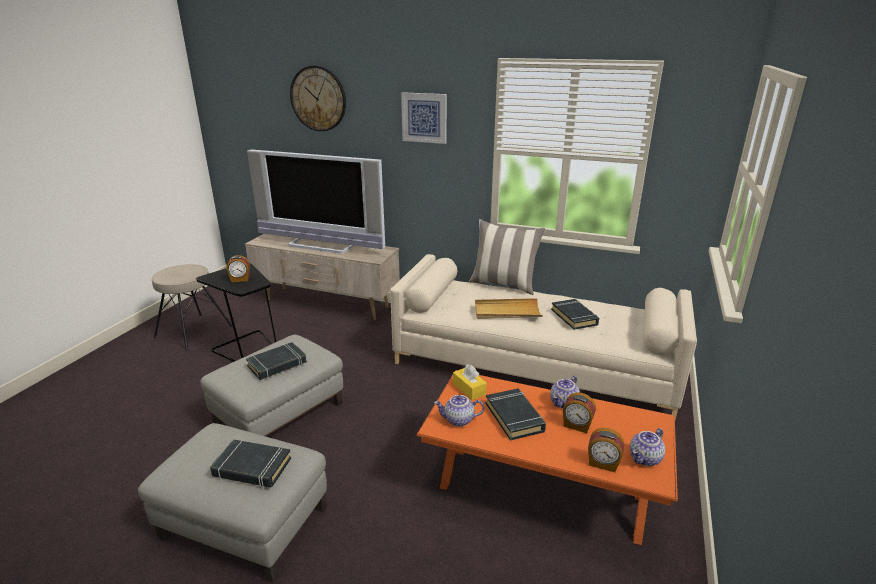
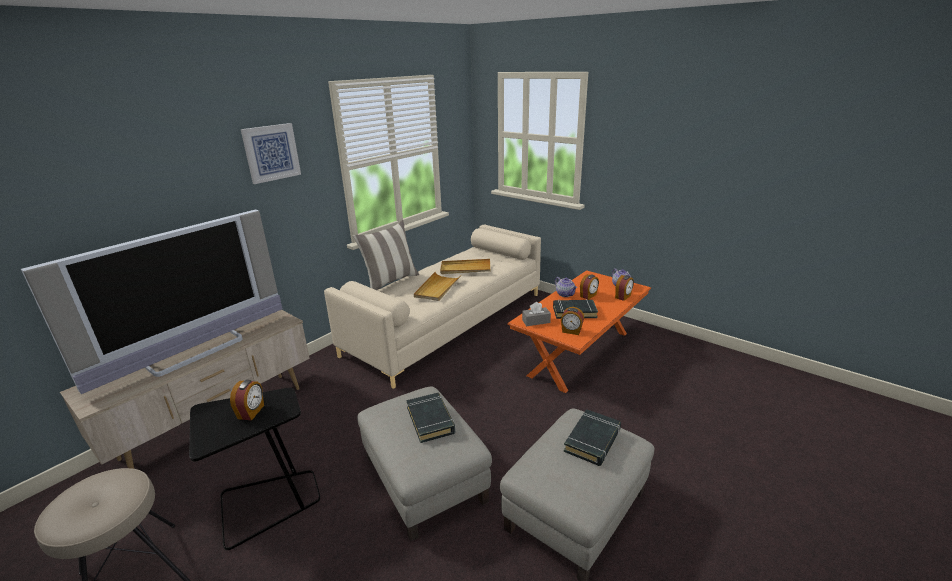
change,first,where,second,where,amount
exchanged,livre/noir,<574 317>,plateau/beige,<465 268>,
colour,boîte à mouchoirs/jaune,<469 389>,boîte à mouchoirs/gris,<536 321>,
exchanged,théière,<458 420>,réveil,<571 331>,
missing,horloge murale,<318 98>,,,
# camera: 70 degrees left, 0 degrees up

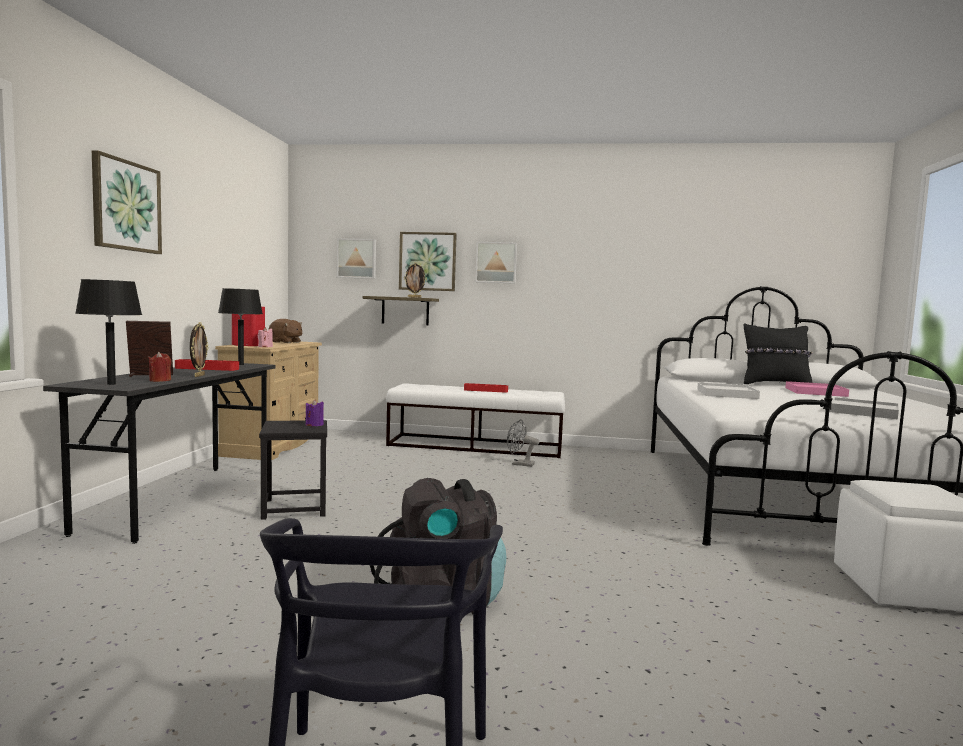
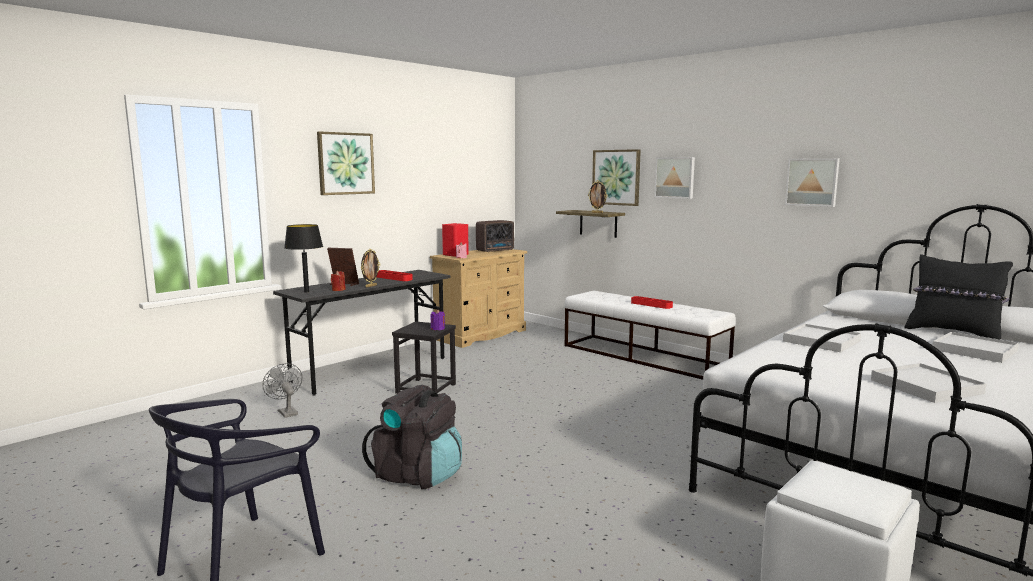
change,first,where,second,where,amount
relocated,ventilateur/gris,<519 464>,,<286 412>,
exchanged,peluche/marron,<285 342>,radio,<496 250>,
relocated,tableau,<357 258>,,<812 182>,
colour,plateau/rose,<815 392>,plateau/blanc,<974 350>,
missing,lampe de table/noir,<241 364>,,,
# camera: 35 degrees right, 5 degrees up

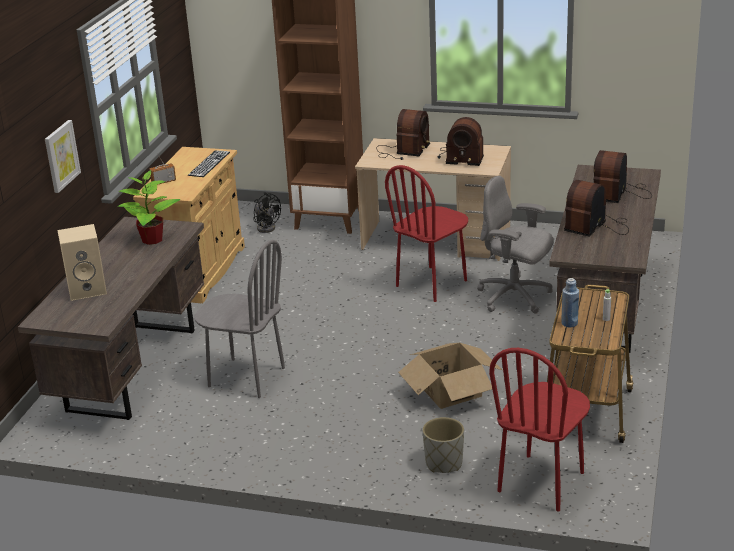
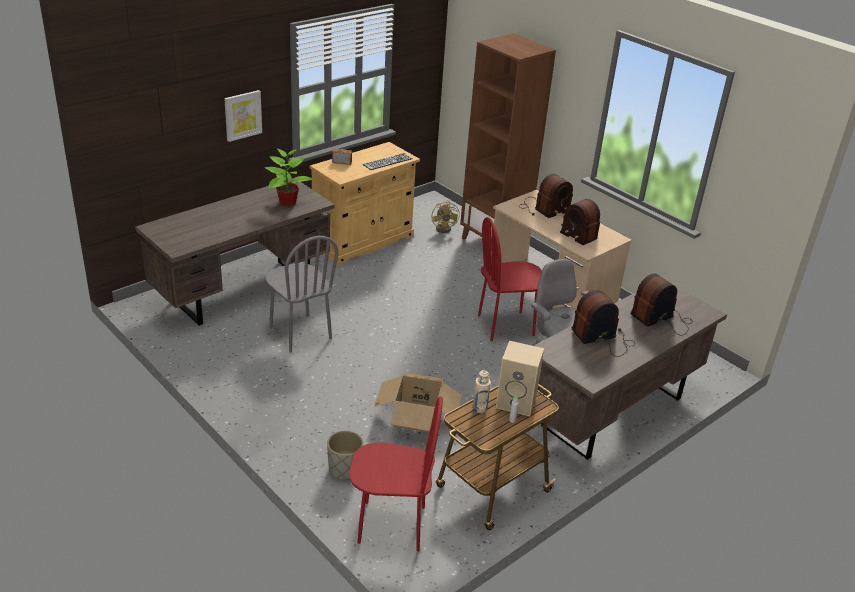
change,first,where,second,where,amount
spun,chaise/rouge,<541 482>,,<391 525>,150 degrees counterclockwise
colour,ventilateur/noir,<267 227>,ventilateur/jaune,<445 228>,
colour,bouteille/bleu,<569 323>,bouteille/beige,<479 408>,
relocated,enceinte/beige,<88 289>,,<517 402>,
# camera: 30 degrees right, 5 degrees up

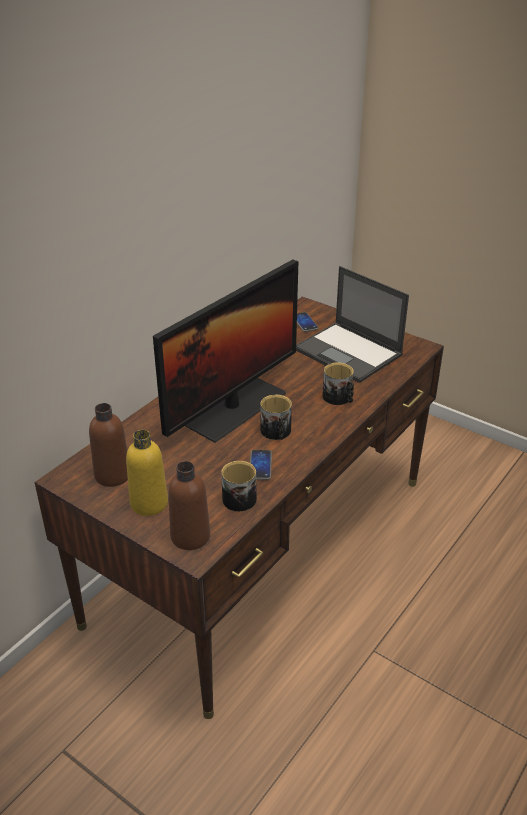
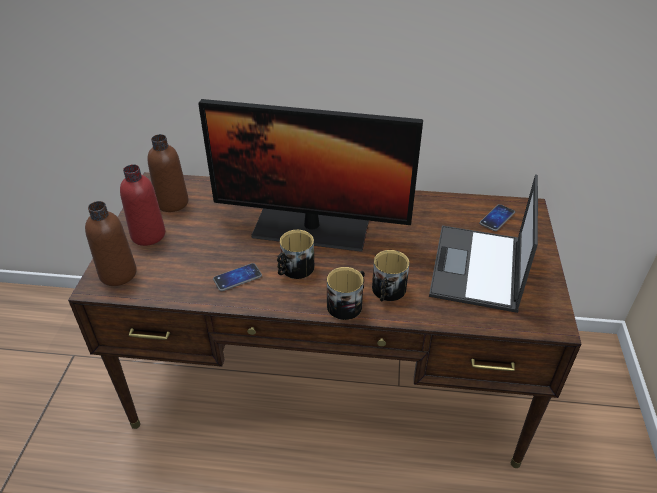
change,first,where,second,where,amount
colour,bouteille/jaune,<149 503>,bouteille/rouge,<148 235>,
relocated,mug,<238 496>,,<347 304>,
# camera: 60 degrees right, 5 degrees up

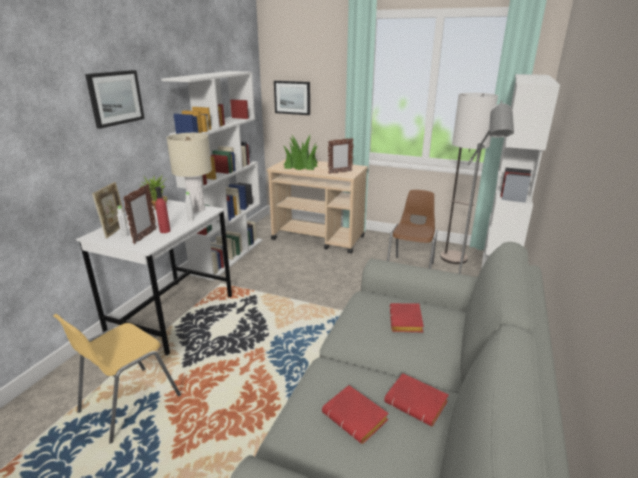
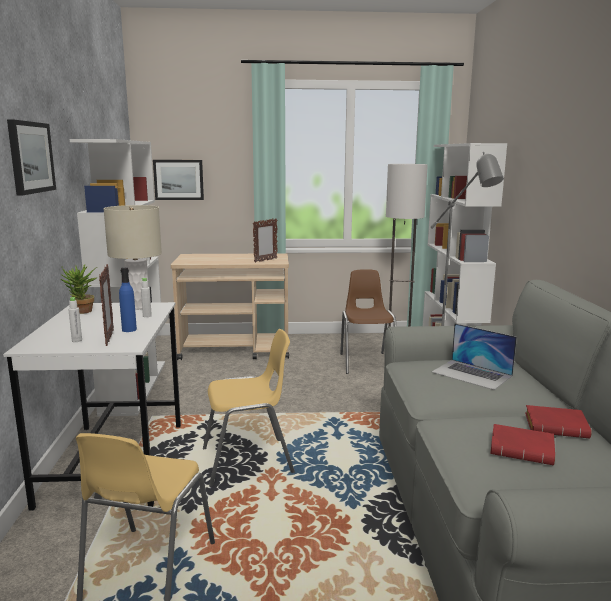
change,first,where,second,where,amount
colour,bouteille/rouge,<165 231>,bouteille/bleu,<129 329>,
appeared,,,chaise/jaune,<248 461>,
exchanged,livre/rouge,<407 322>,ordinateur portable,<472 374>,
missing,cadre photo,<115 230>,,,
missing,plante en pot,<301 165>,,,
# camera: 25 degrees left, 10 degrees down

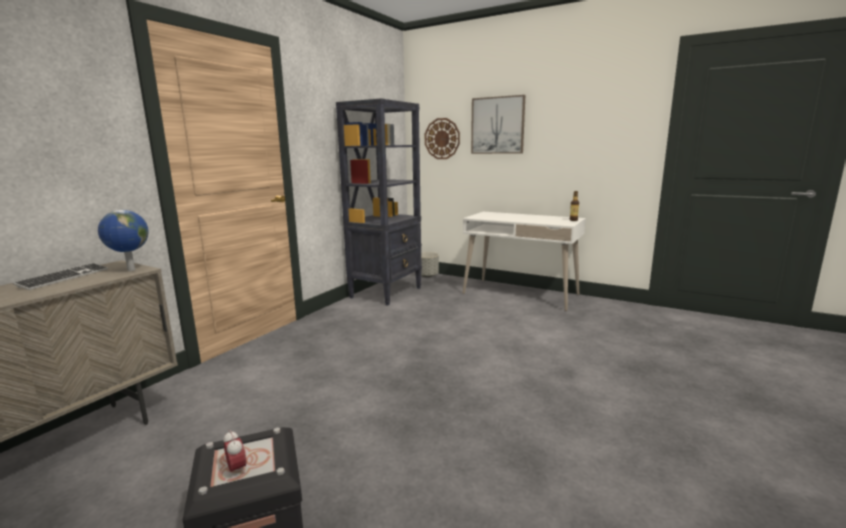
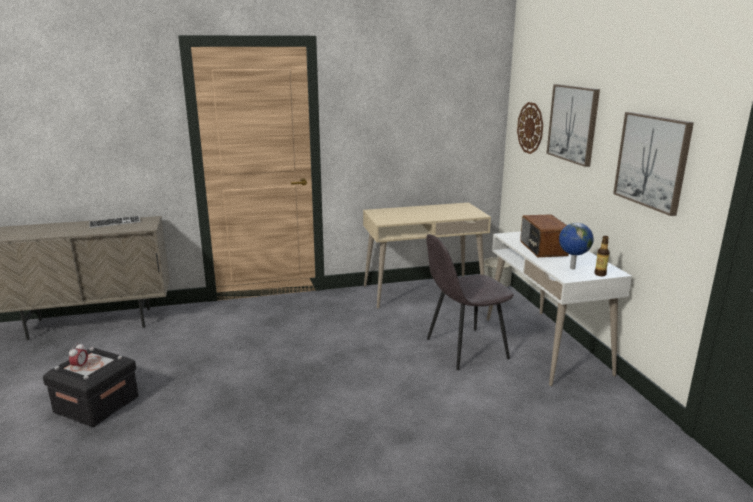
change,first,where,second,where,amount
exchanged,bibliothèque/noir,<386 292>,bureau/beige,<423 291>,
appeared,,,chaise/gris,<464 349>,
appeared,,,radio,<542 249>,
relocated,globe,<130 270>,,<571 268>,
appeared,,,tableau,<652 161>,
# camera: 45 degrees right, 5 degrees up

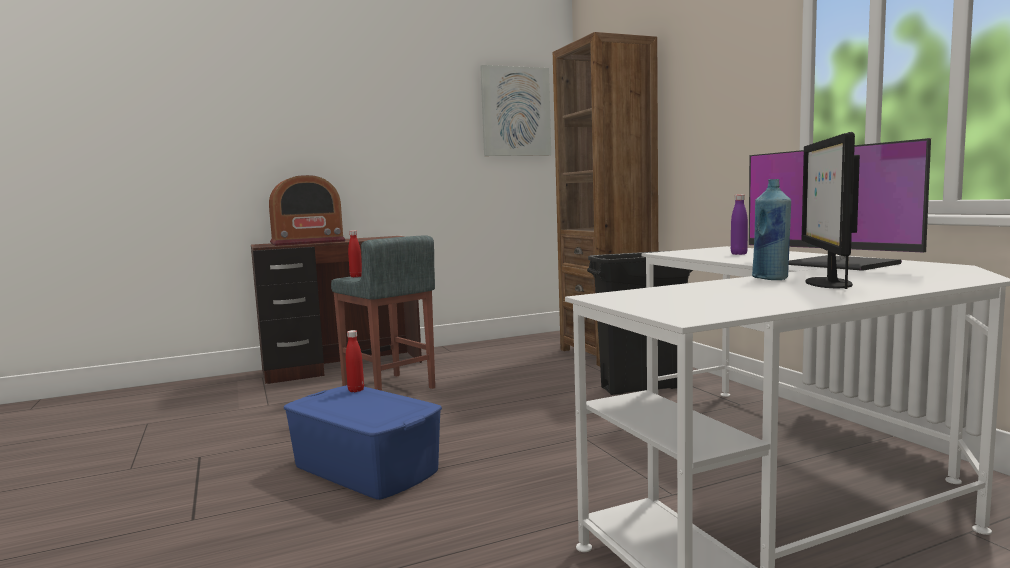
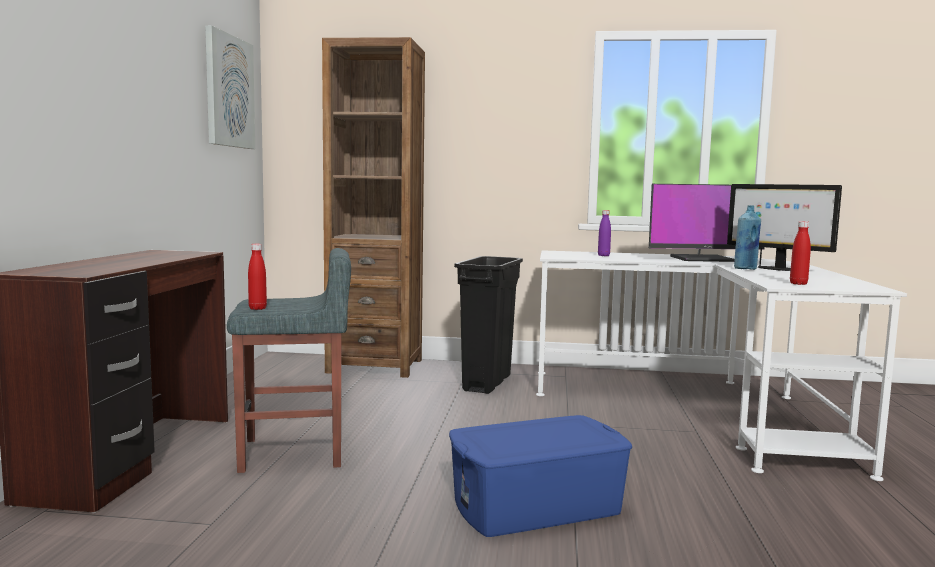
change,first,where,second,where,amount
relocated,bouteille/rouge,<356 390>,,<798 284>,
missing,radio,<307 242>,,,
# camera: 60 degrees left, 0 degrees up

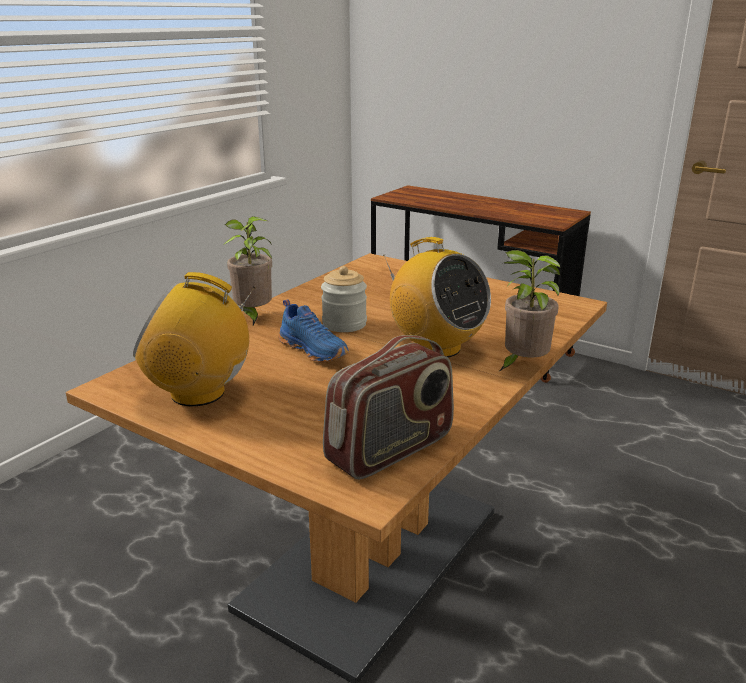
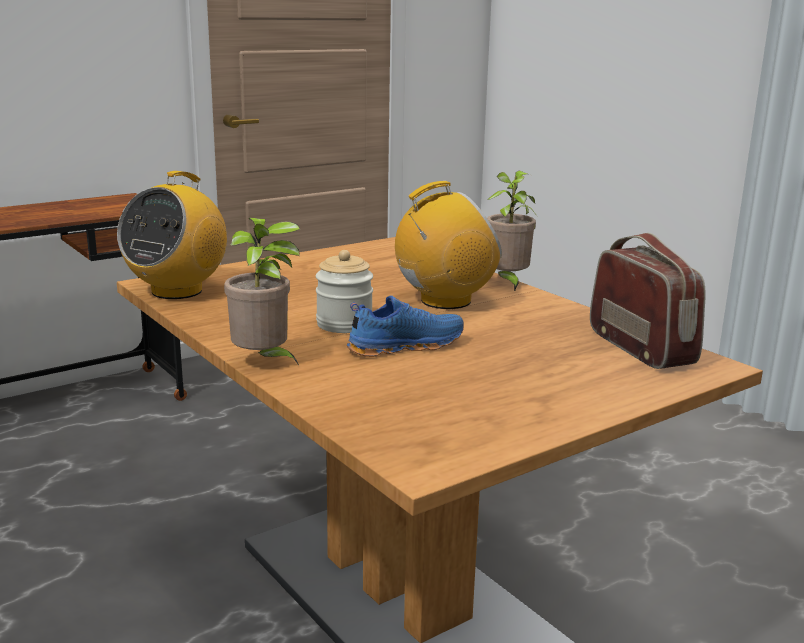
change,first,where,second,where,amount
relocated,radio,<199 393>,,<177 291>,
# camera: 70 degrees left, 5 degrees down

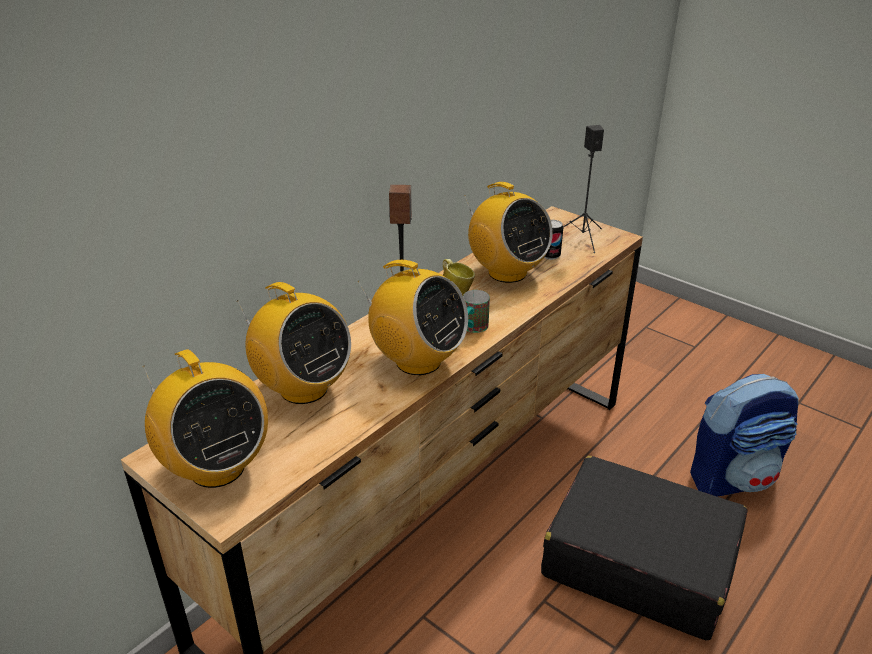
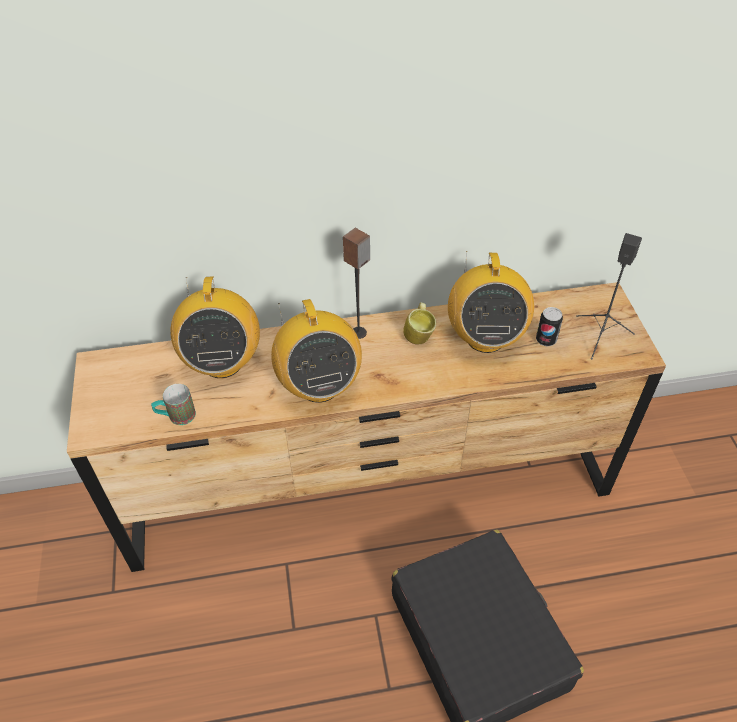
change,first,where,second,where,amount
relocated,mug,<472 329>,,<176 417>,
missing,radio,<216 467>,,,
missing,sac à dos,<733 477>,,,
# camera: 40 degrees right, 15 degrees up

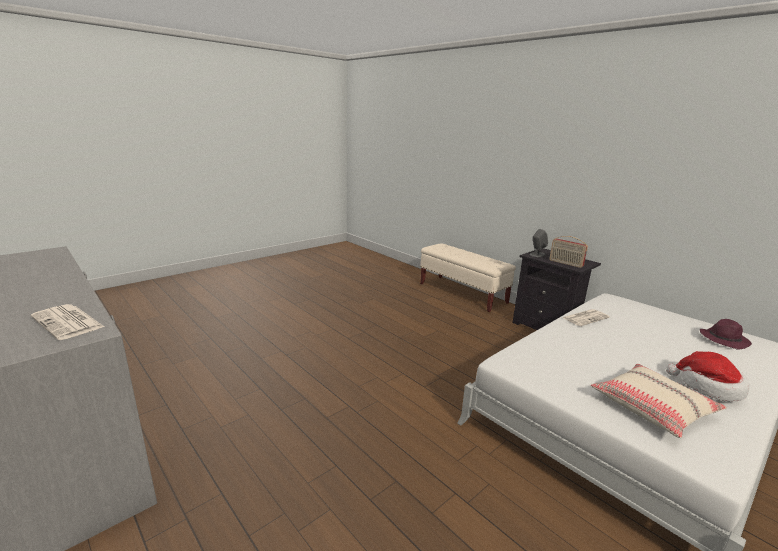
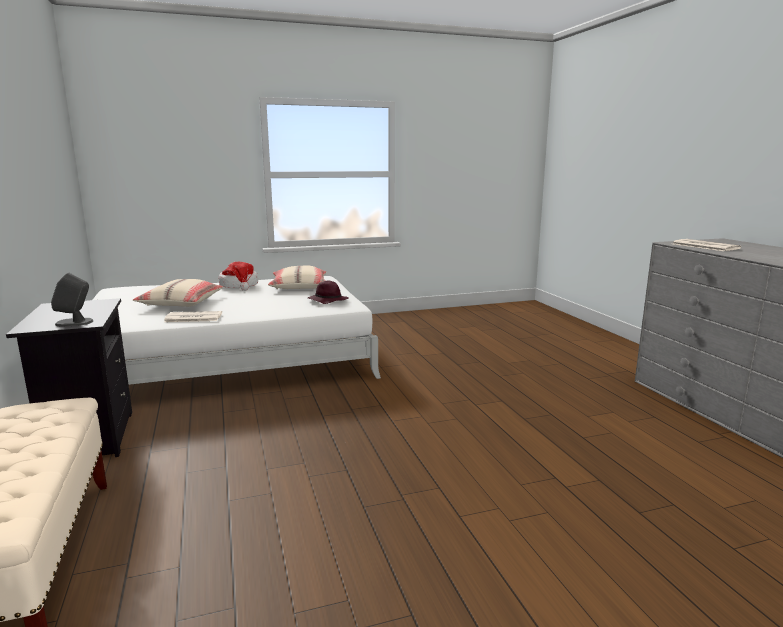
change,first,where,second,where,amount
appeared,,,coussin/beige,<181 303>,
relocated,chapeau/violet,<724 339>,,<327 301>,
missing,radio,<565 263>,,,
# camera: 155 degrees left, 5 degrees down

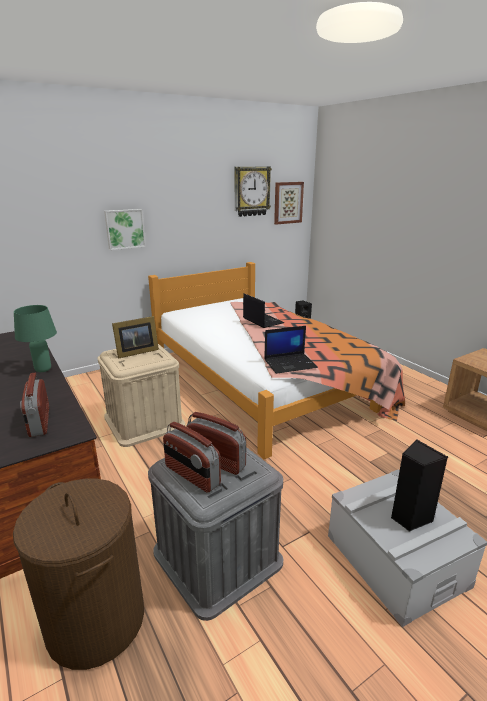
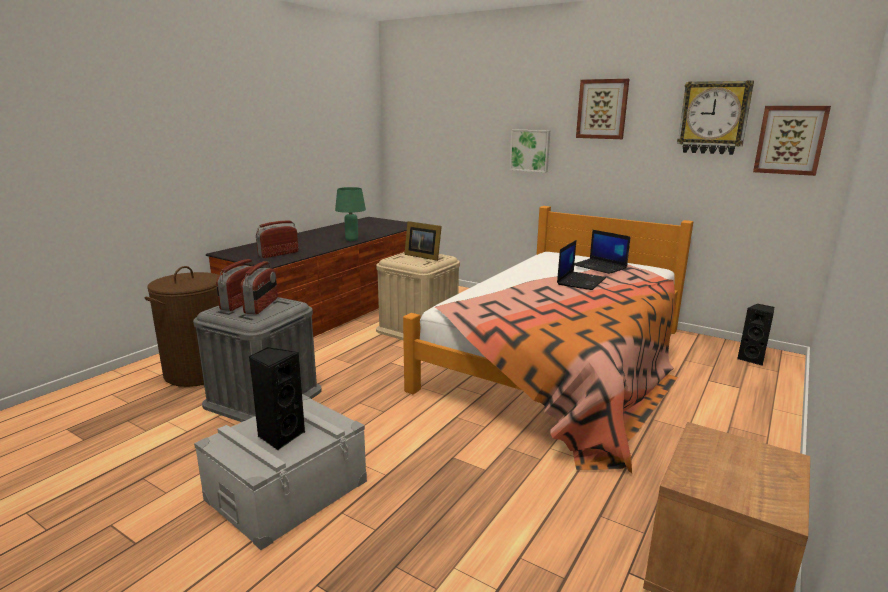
change,first,where,second,where,amount
relocated,ordinateur portable,<290 363>,,<600 266>,
appeared,,,tableau,<602 109>,
# camera: 65 degrees right, 5 degrees down

